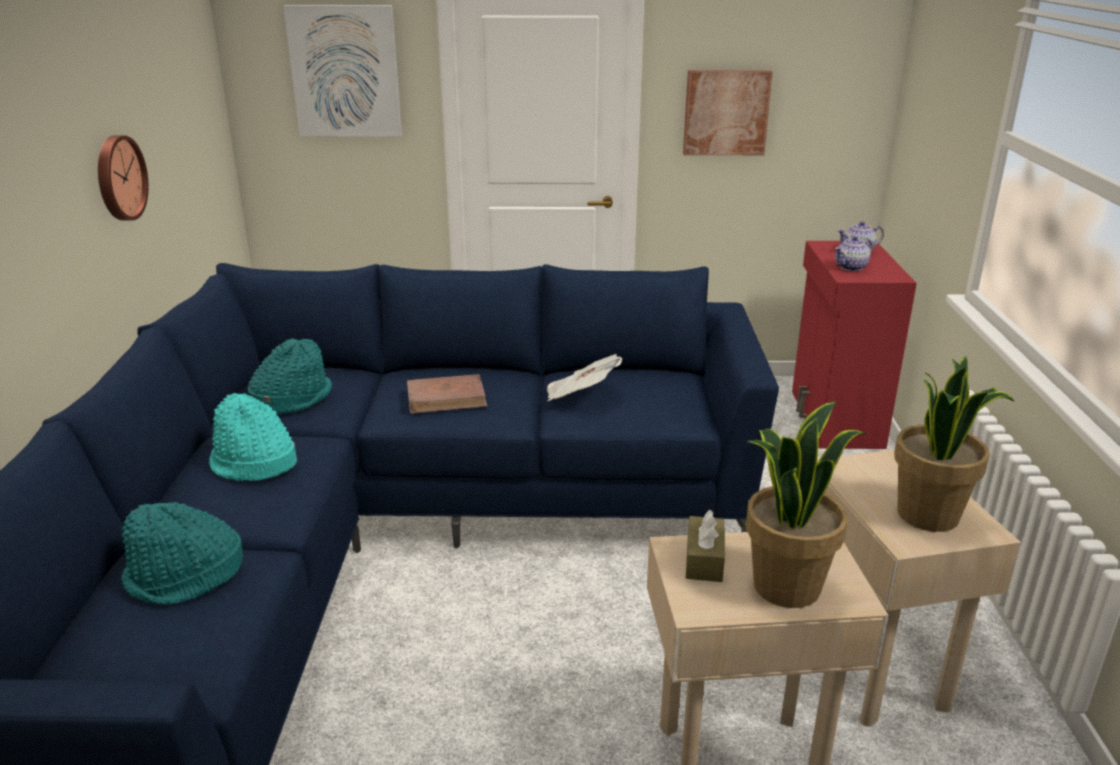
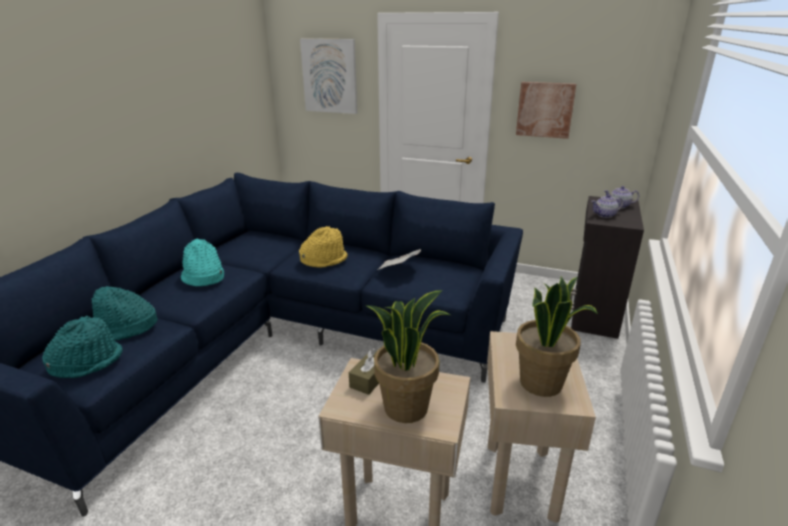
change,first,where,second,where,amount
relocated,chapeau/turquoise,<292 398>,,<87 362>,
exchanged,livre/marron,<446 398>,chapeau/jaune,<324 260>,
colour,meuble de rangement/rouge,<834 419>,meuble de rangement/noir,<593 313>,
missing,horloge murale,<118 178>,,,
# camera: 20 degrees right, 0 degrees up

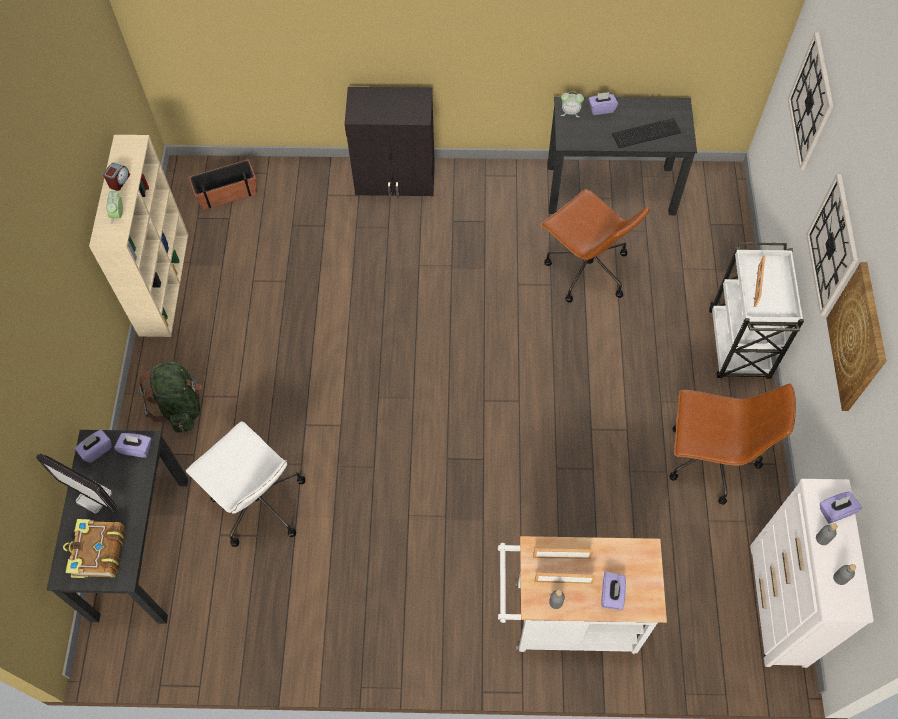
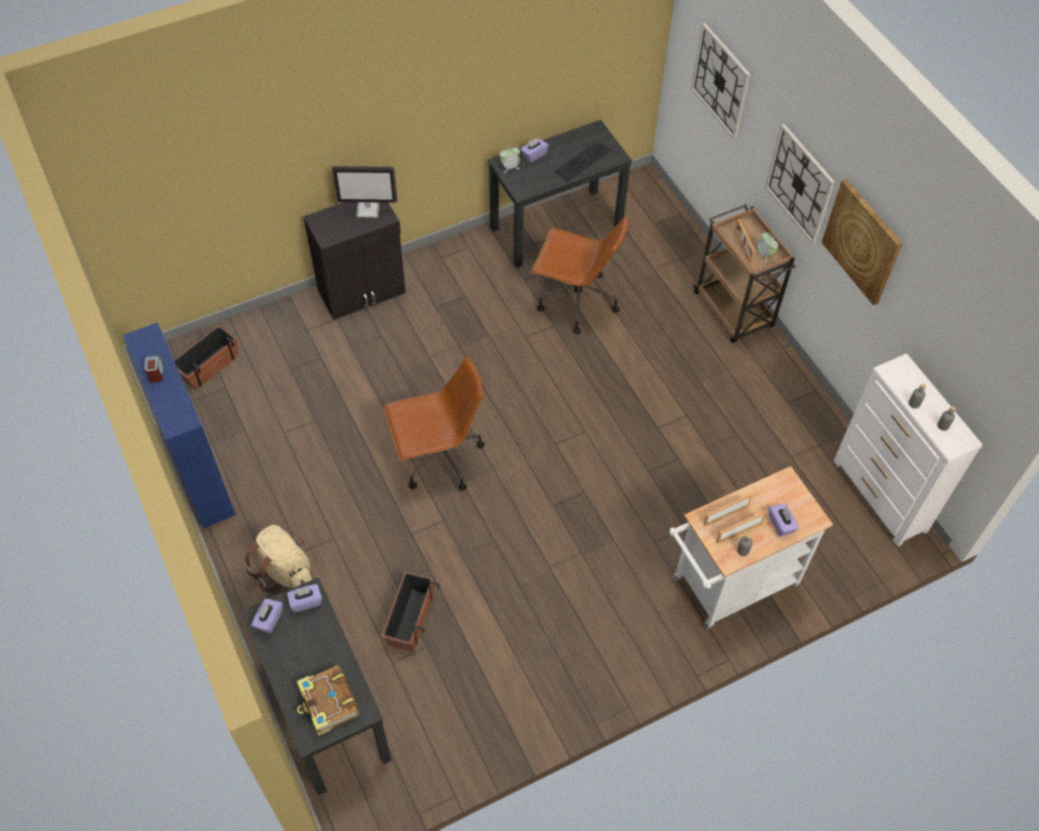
change,first,where,second,where,amount
colour,bibliothèque/beige,<164 282>,bibliothèque/bleu,<197 470>,
colour,sac à dos/vert,<180 406>,sac à dos/beige,<285 571>,
relocated,écran d'ordinateur,<94 497>,,<368 209>,
exchanged,chaise de bureau/blanc,<258 503>,cache-pot,<410 619>,
relocated,chaise de bureau/marron,<709 459>,,<438 458>,
colour,chariot/blanc,<739 346>,chariot/marron,<734 311>,
relocated,réveil,<118 215>,,<765 254>,
missing,boîte à mouchoirs/violet,<835 511>,,,
# camera: 30 degrees left, 5 degrees down

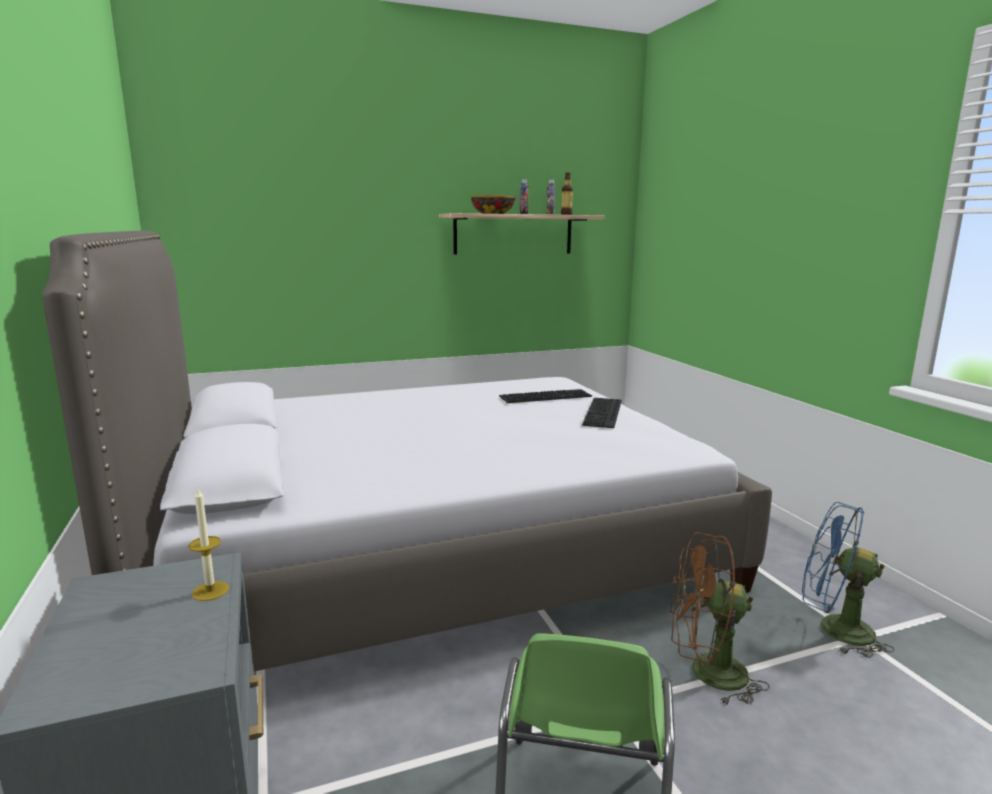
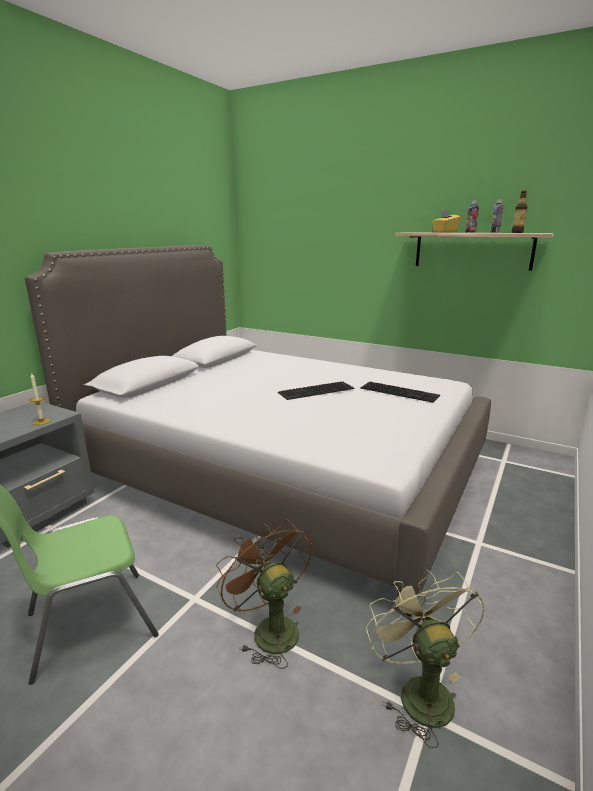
change,first,where,second,where,amount
relocated,clavier,<605 412>,,<316 391>,
colour,ventilateur/bleu,<834 629>,ventilateur/vert,<419 690>,
exchanged,bol,<493 213>,boîte à mouchoirs/jaune,<444 232>,
# camera: 50 degrees right, 5 degrees up

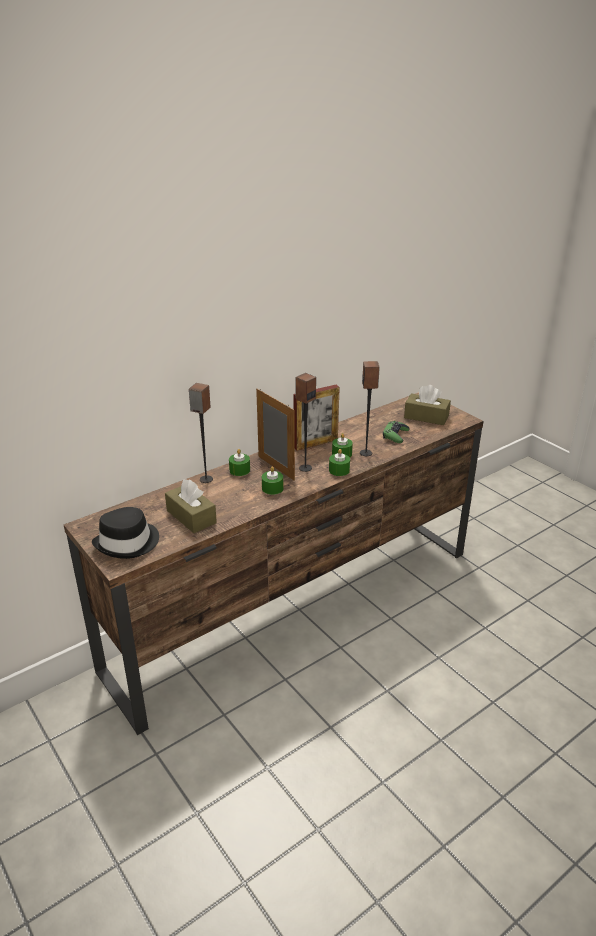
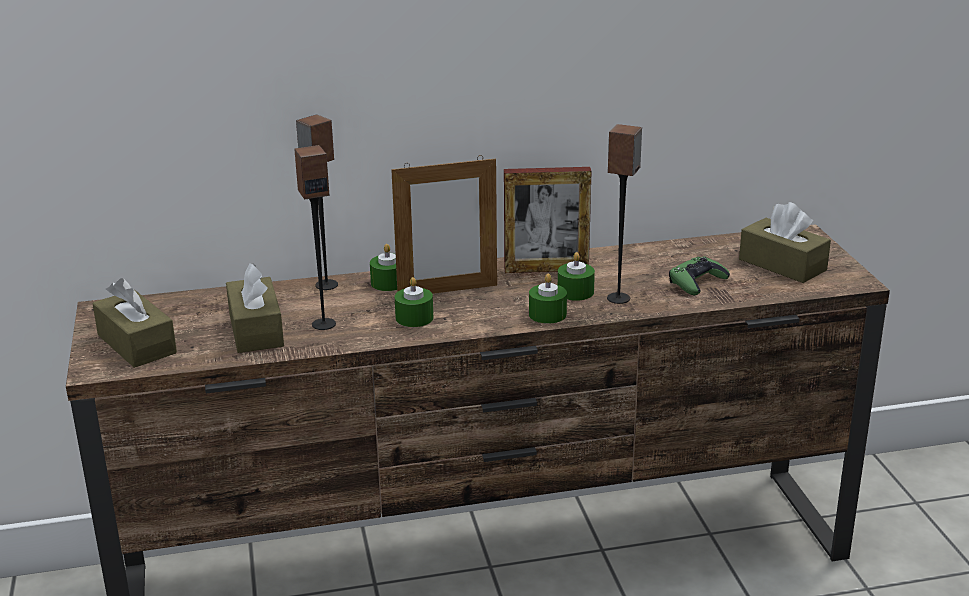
change,first,where,second,where,amount
exchanged,chapeau/noir,<128 543>,boîte à mouchoirs/marron,<136 344>,
relocated,enceinte,<305 468>,,<323 324>,
spun,cadre photo,<276 468>,,<447 291>,90 degrees clockwise
# camera: 25 degrees right, 5 degrees down

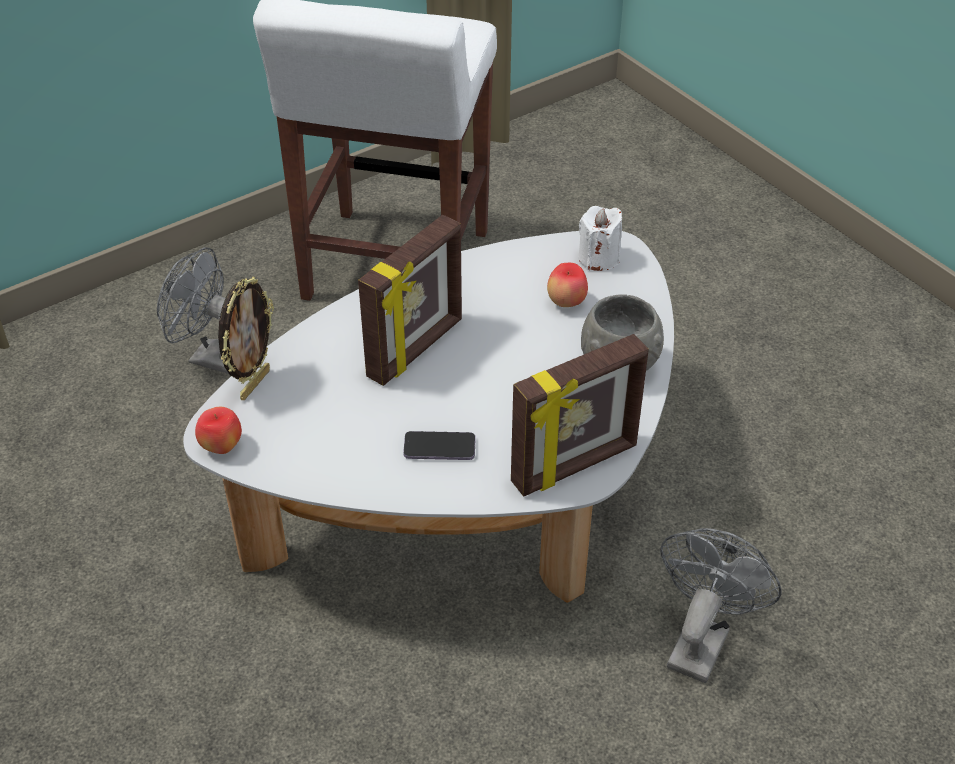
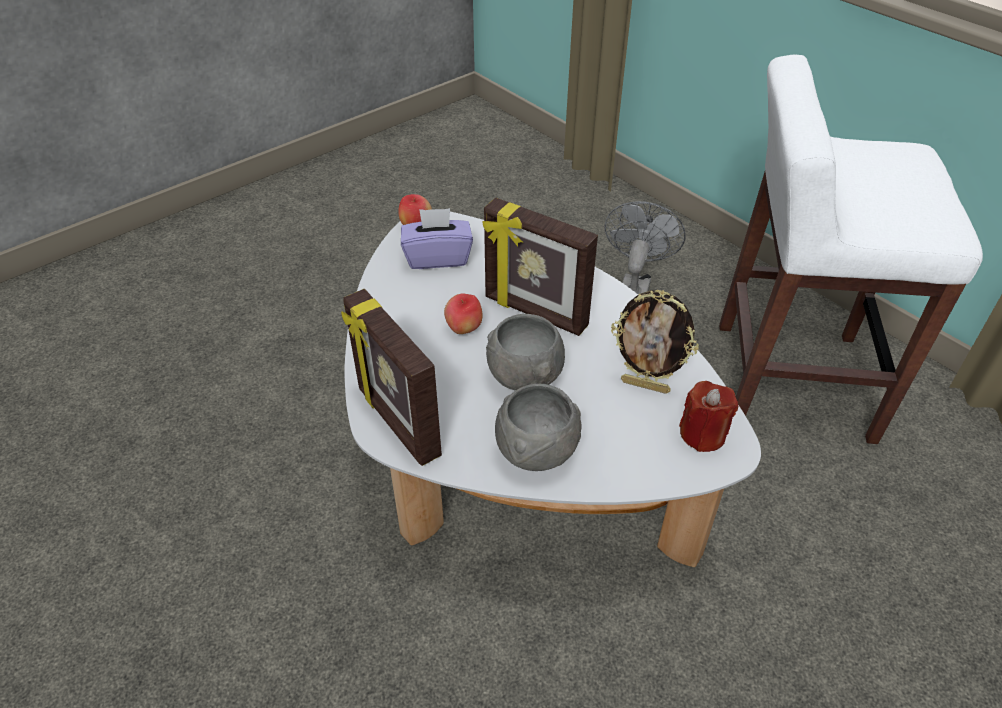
change,first,where,second,where,amount
appeared,,,boîte à mouchoirs/violet,<437 257>,
relocated,pomme,<566 303>,,<464 329>,
appeared,,,bol/gris,<525 380>,
relocated,cadre photo,<254 384>,,<645 385>,
colour,bougie/blanc,<598 258>,bougie/rouge,<702 434>,
missing,téléphone,<439 448>,,,
missing,ventilateur/gris,<701 639>,,,
# camera: 85 degrees right, 0 degrees up

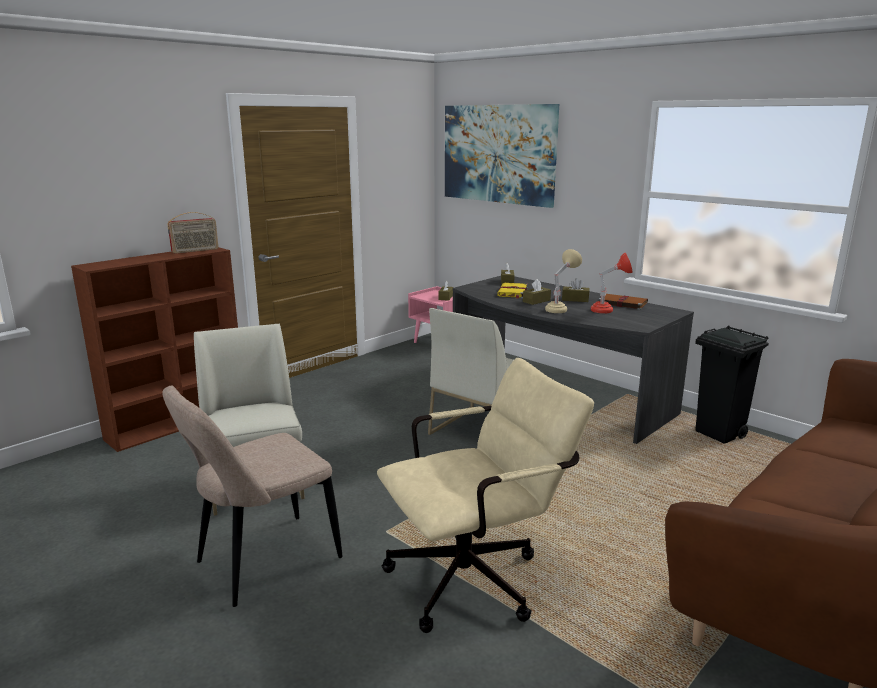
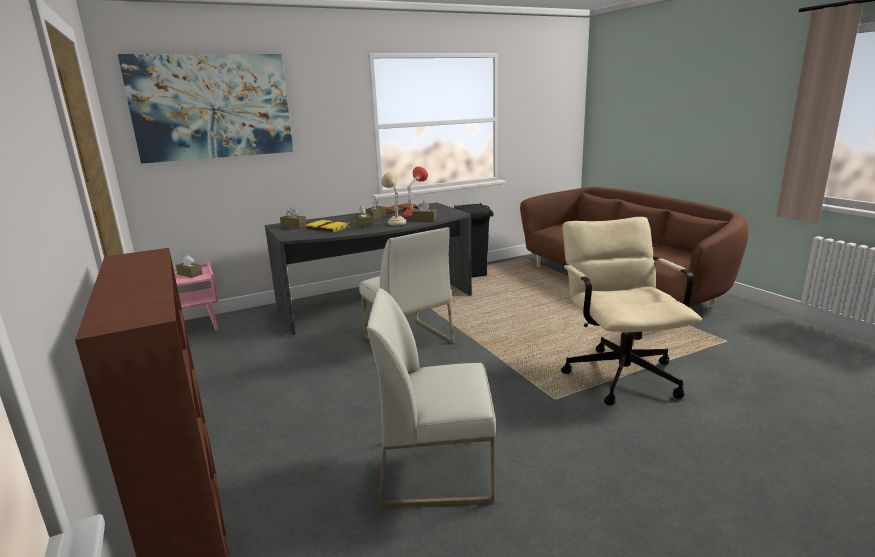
change,first,where,second,where,amount
appeared,,,boîte à mouchoirs/marron,<424 219>,
missing,chaise/beige,<262 562>,,,
missing,radio,<195 251>,,,
# camera: 70 degrees left, 0 degrees up

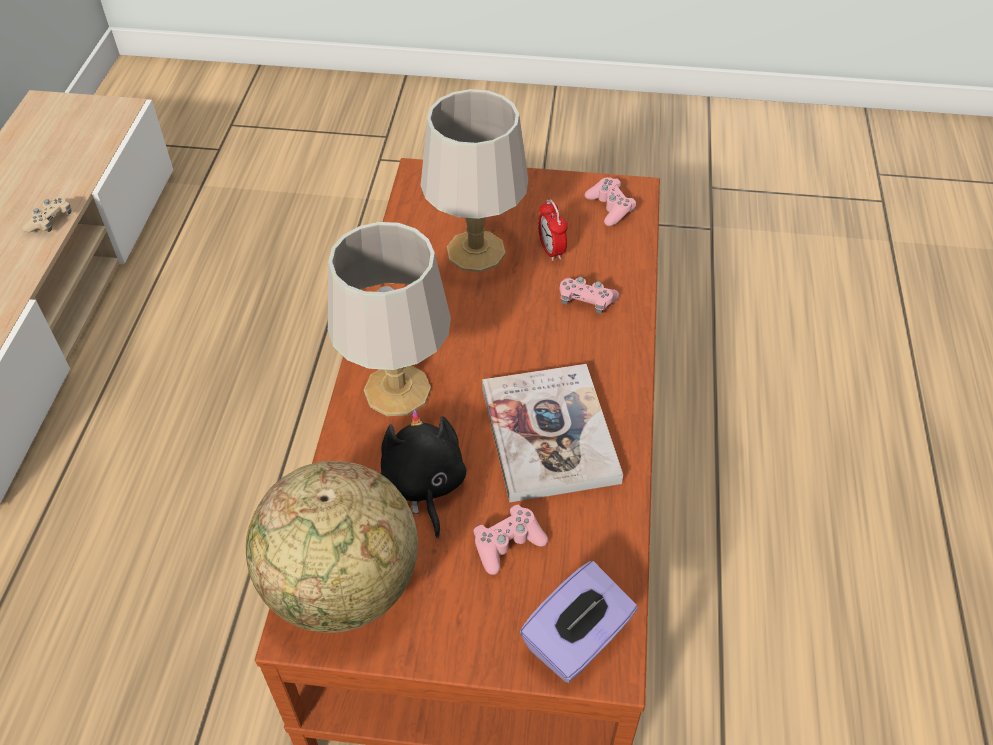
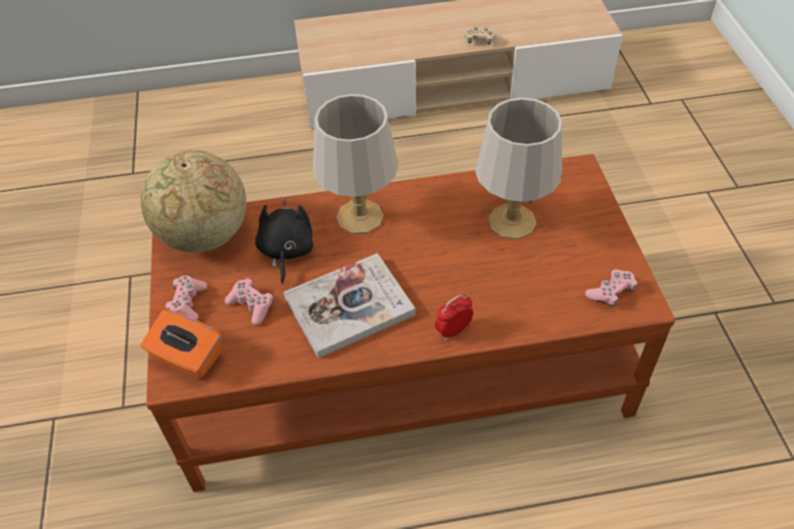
change,first,where,second,where,amount
colour,boîte à mouchoirs/violet,<577 640>,boîte à mouchoirs/orange,<187 358>,
relocated,manette/rose,<586 301>,,<188 303>,
spun,peluche/noir,<423 485>,,<286 252>,60 degrees counterclockwise
relocated,réveil,<551 250>,,<453 331>,
# camera: 75 degrees right, 0 degrees up

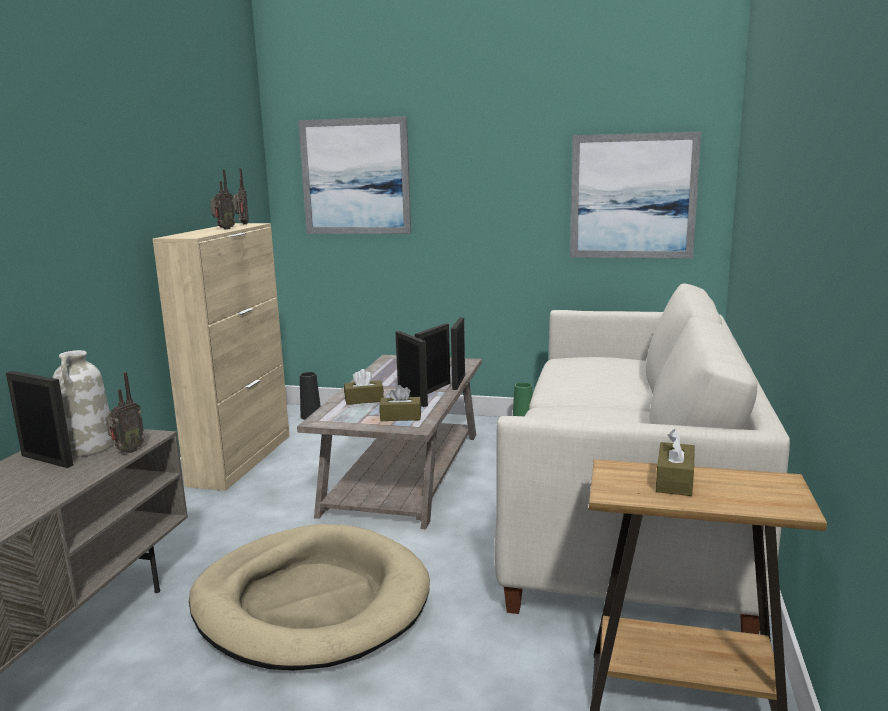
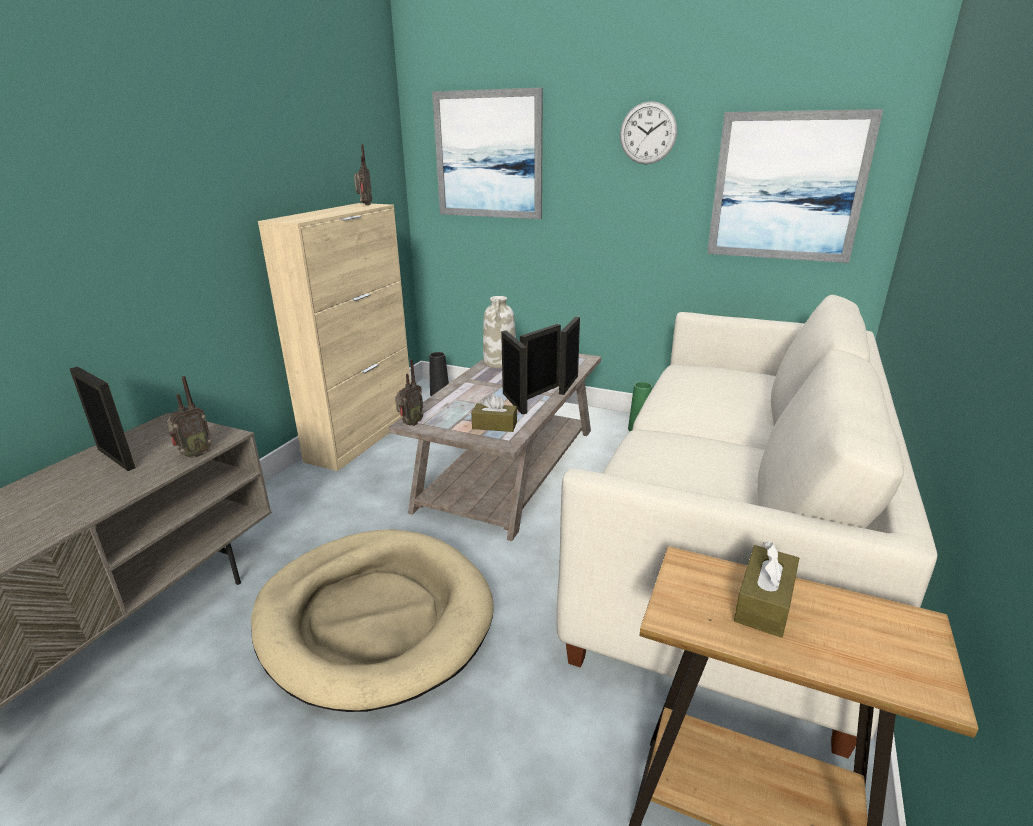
change,first,where,second,where,amount
relocated,radio,<224 229>,,<410 424>,
relocated,vase/blanc,<88 447>,,<500 363>,
appeared,,,horloge murale,<648 133>,
missing,boîte à mouchoirs/marron,<364 400>,,,
# camera: 10 degrees right, 10 degrees up

